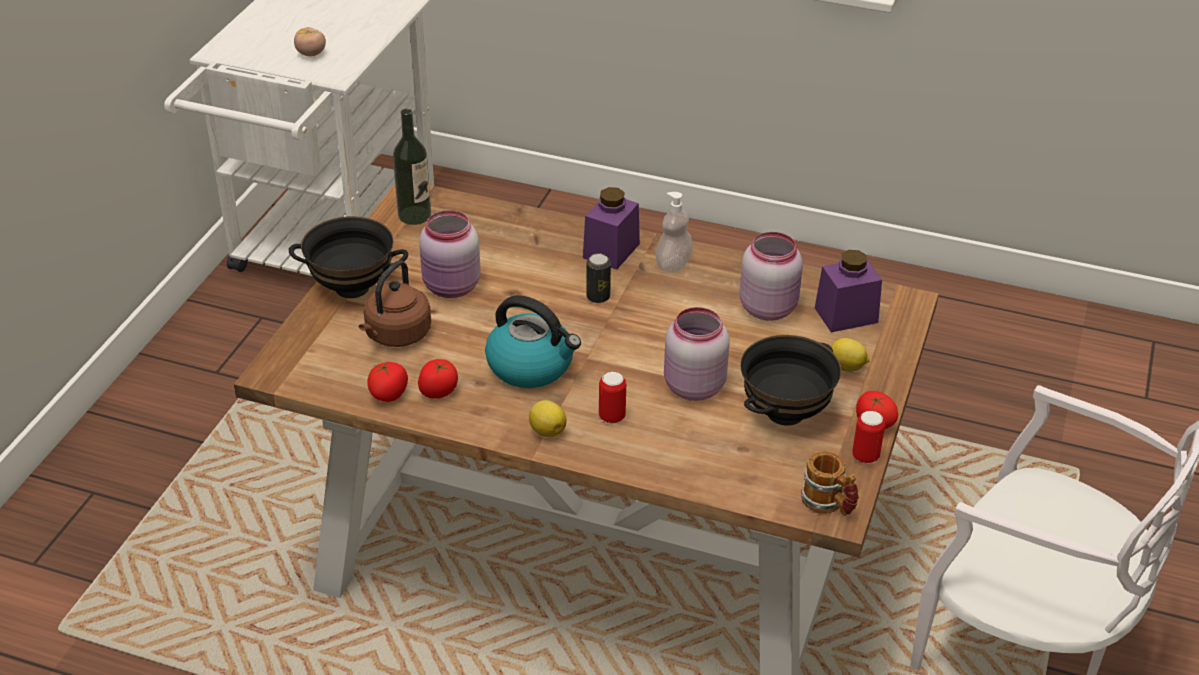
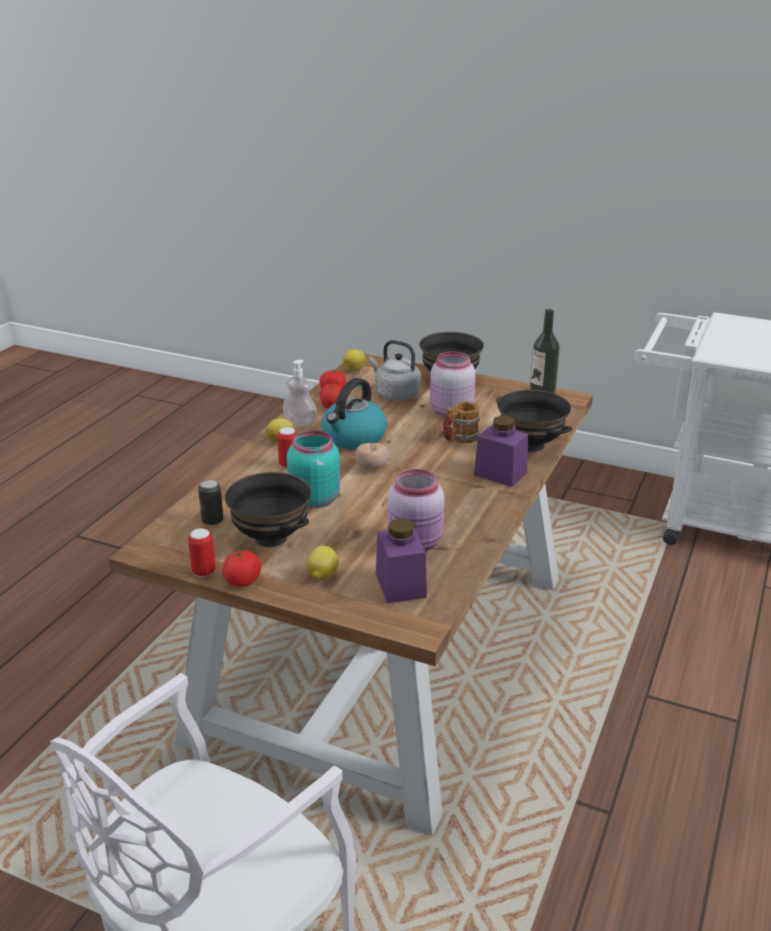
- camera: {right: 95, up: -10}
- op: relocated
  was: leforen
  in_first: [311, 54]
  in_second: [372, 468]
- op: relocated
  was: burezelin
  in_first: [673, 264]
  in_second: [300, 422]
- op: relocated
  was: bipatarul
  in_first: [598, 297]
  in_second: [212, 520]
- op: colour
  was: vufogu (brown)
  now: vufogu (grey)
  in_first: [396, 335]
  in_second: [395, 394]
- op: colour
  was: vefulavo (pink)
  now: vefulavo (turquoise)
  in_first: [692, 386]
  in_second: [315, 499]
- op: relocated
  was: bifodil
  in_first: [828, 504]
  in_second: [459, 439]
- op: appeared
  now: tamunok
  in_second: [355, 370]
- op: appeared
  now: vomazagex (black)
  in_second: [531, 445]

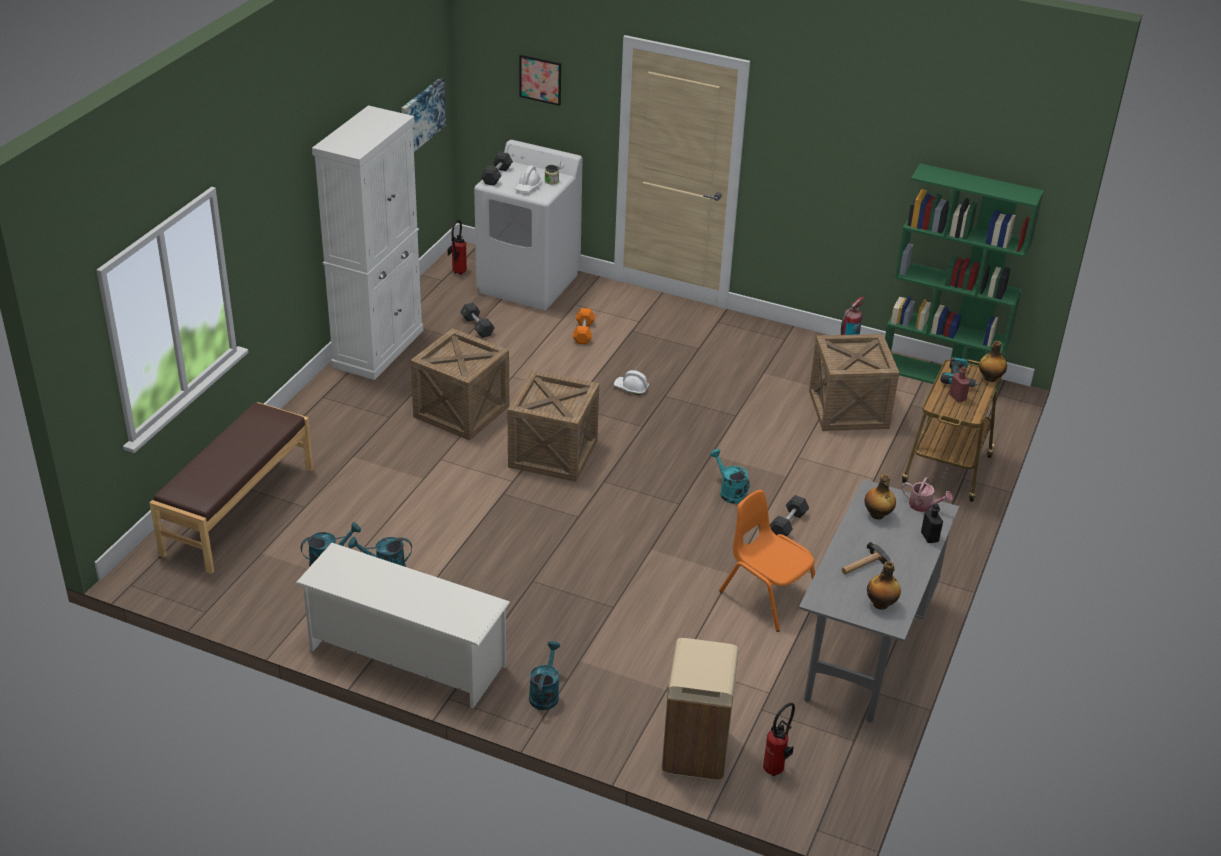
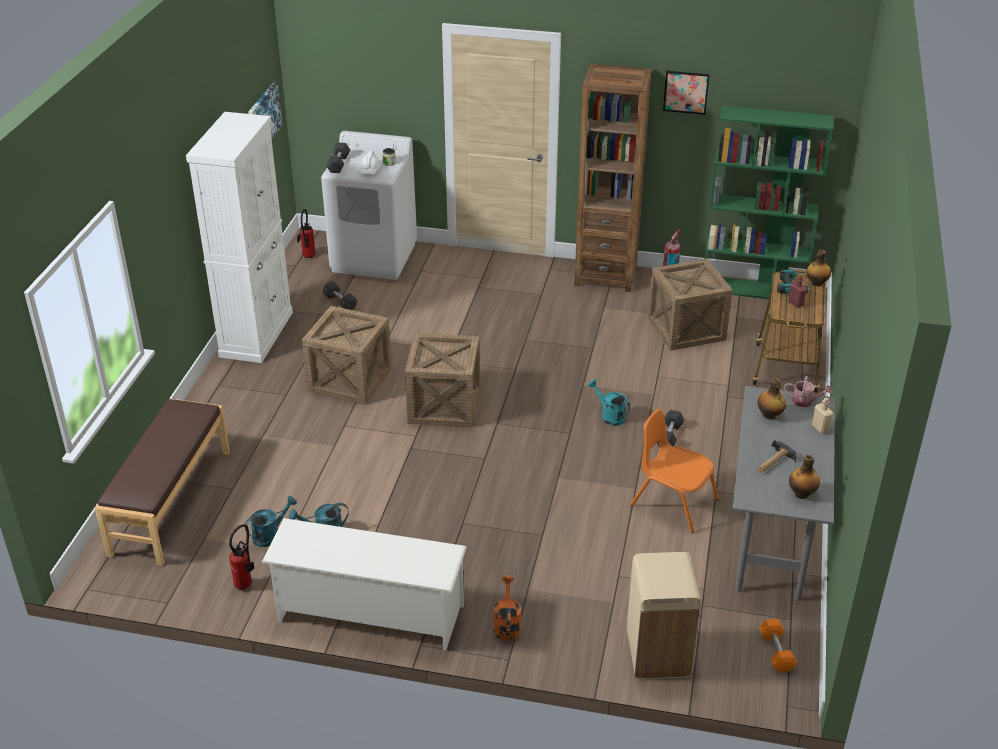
- camera: {right: -10, up: 0}
- op: relocated
  was: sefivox
  in_first: [540, 79]
  in_second: [686, 92]
- op: relocated
  was: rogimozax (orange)
  in_first: [583, 333]
  in_second: [776, 652]
- op: missing
  was: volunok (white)
  in_first: [631, 388]
- op: colour
  was: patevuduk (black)
  now: patevuduk (beige)
  in_first: [929, 537]
  in_second: [820, 428]
- op: colour
  was: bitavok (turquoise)
  now: bitavok (orange)
  in_first: [545, 693]
  in_second: [507, 624]
- op: relocated
  was: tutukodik
  in_first: [776, 769]
  in_second: [246, 584]
- op: appeared
  now: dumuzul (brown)
  in_second: [605, 276]

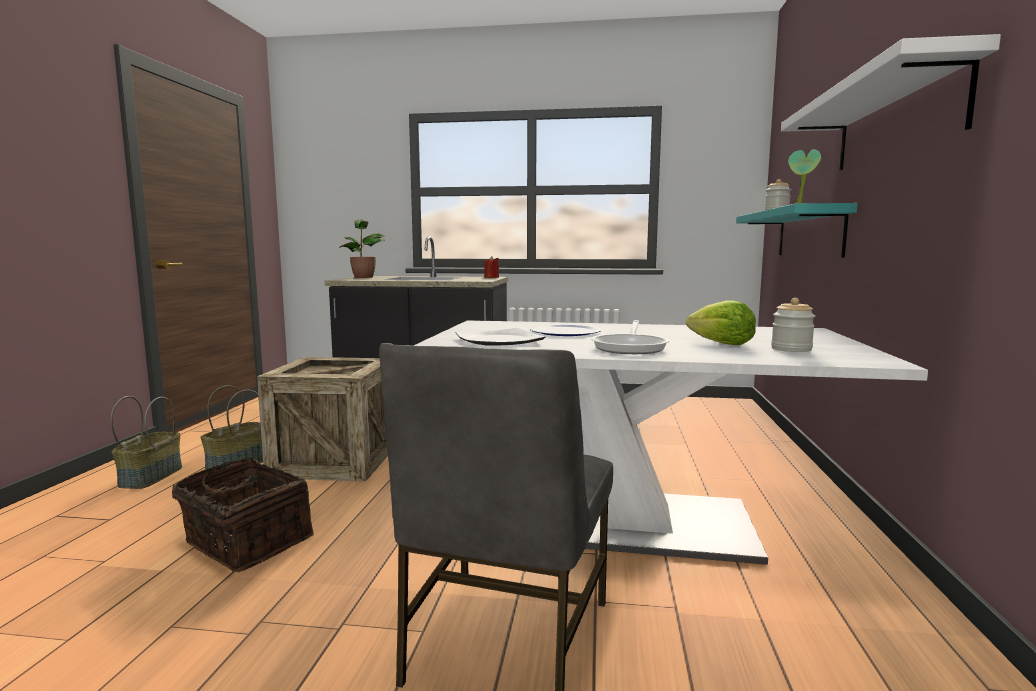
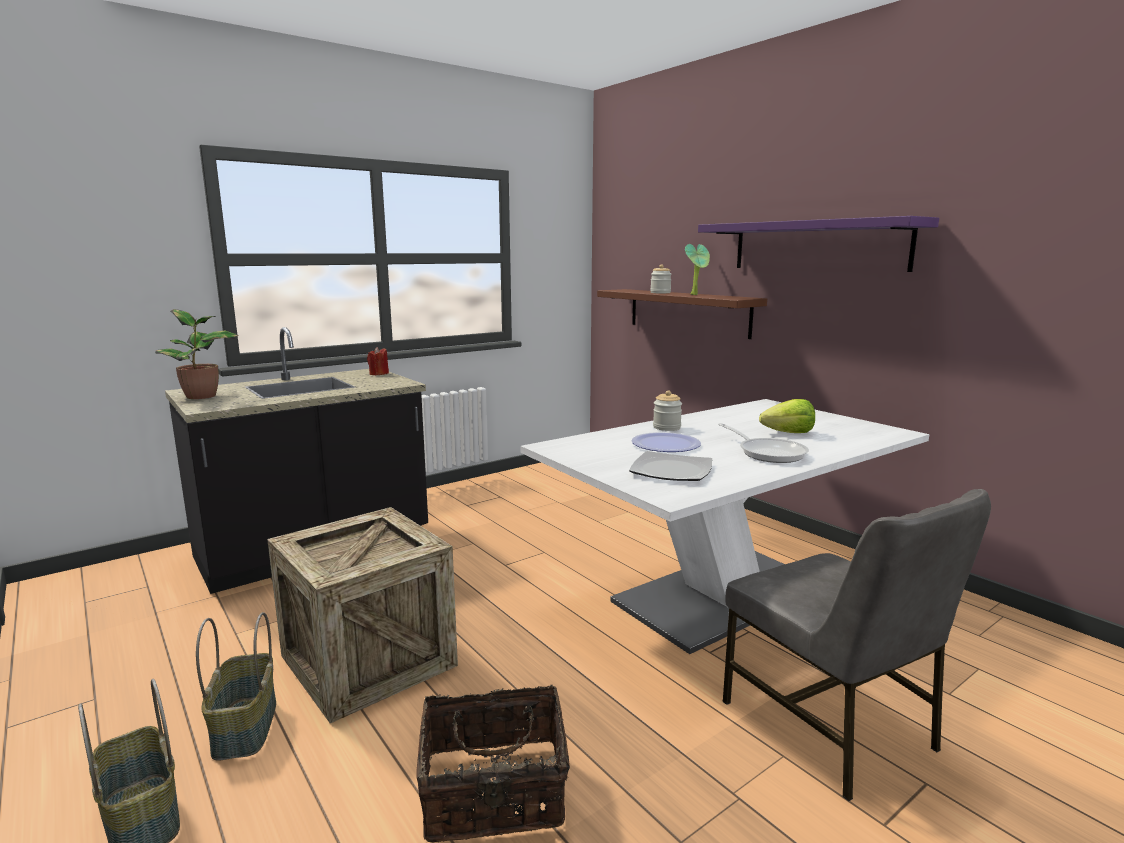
- camera: {right: -45, up: 5}
- op: colour
  was: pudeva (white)
  now: pudeva (purple)
  in_first: [895, 121]
  in_second: [817, 246]
- op: colour
  was: pudeva (turquoise)
  now: pudeva (brown)
  in_first: [809, 233]
  in_second: [687, 312]
- op: relocated
  was: vefulavo
  in_first: [791, 349]
  in_second: [666, 427]

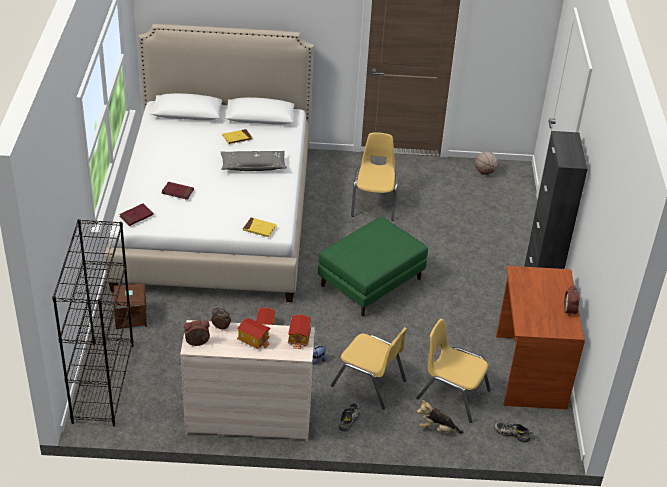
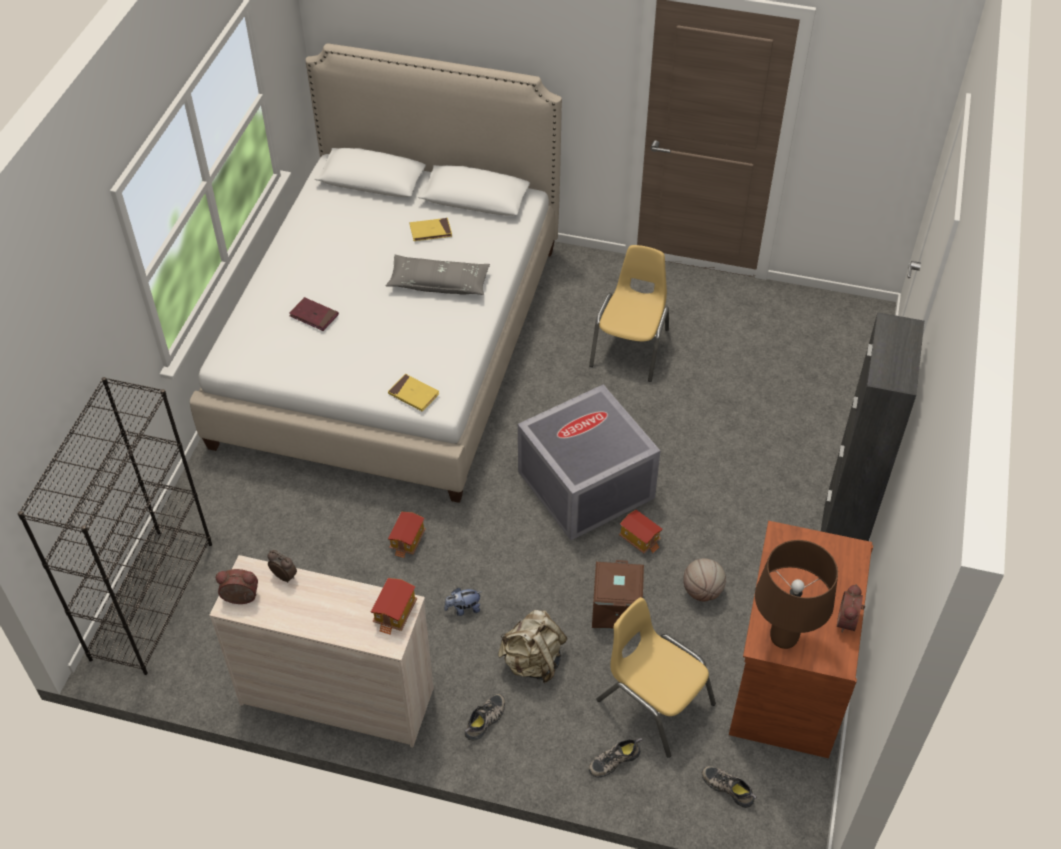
- camera: {right: 15, up: 10}
- op: relocated
  was: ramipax
  in_first: [484, 172]
  in_second: [702, 591]
- op: missing
  was: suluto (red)
  in_first: [136, 216]
- op: exchanged
  was: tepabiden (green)
  now: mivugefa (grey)
  in_first: [370, 283]
  in_second: [585, 486]
- op: relocated
  was: mivugefa (brown)
  in_first: [130, 317]
  in_second: [615, 609]
- op: relocated
  was: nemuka
  in_first: [254, 340]
  in_second: [640, 538]
- op: exchanged
  was: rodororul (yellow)
  now: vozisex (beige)
  in_first: [369, 383]
  in_second: [533, 661]
- op: exchanged
  was: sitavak
  now: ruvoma
  in_first: [437, 429]
  in_second: [614, 759]
- op: appeared
  now: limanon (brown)
  in_second: [783, 639]

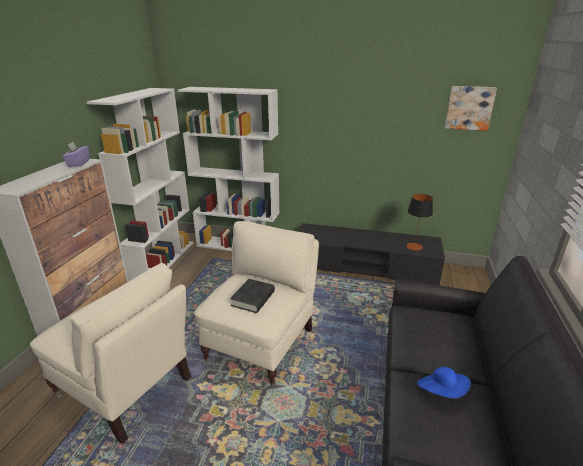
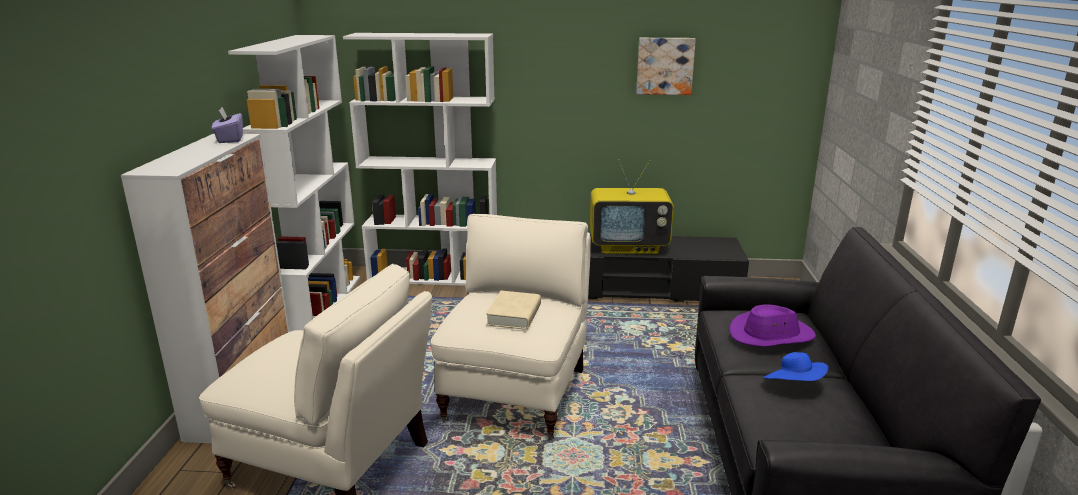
- camera: {right: -10, up: -5}
- op: relocated
  was: sefivox
  in_first: [469, 108]
  in_second: [665, 66]
- op: missing
  was: limanon
  in_first: [414, 246]
- op: colour
  was: suluto (black)
  now: suluto (beige)
  in_first: [253, 299]
  in_second: [514, 315]
- op: appeared
  now: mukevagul
  in_second: [629, 247]
- op: appeared
  now: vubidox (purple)
  in_second: [771, 335]

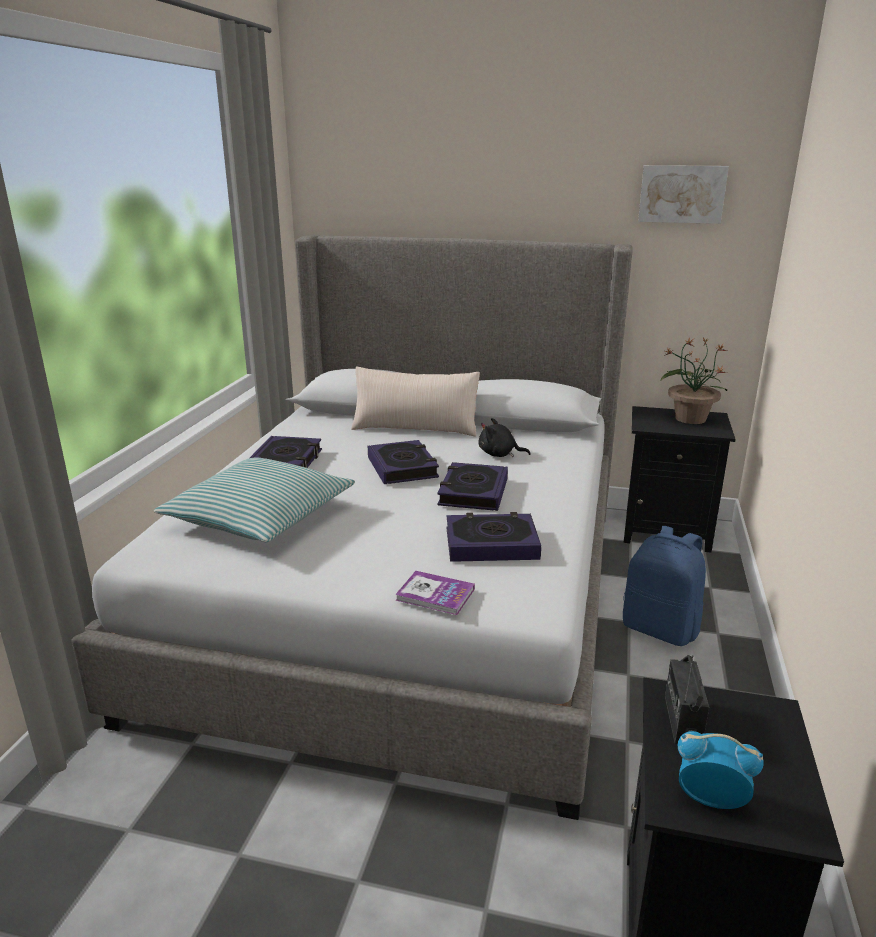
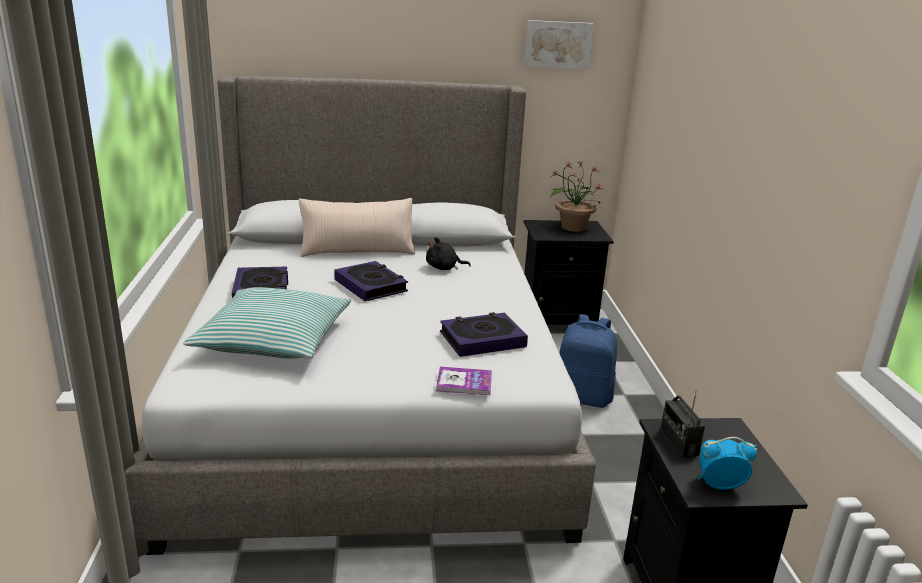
- camera: {right: -20, up: 0}
- op: missing
  was: suluto
  in_first: [473, 492]

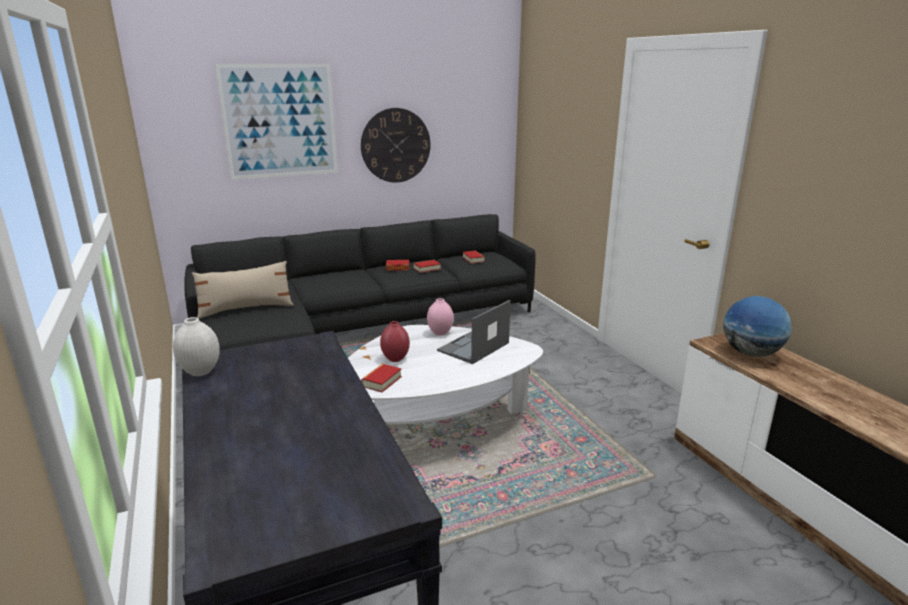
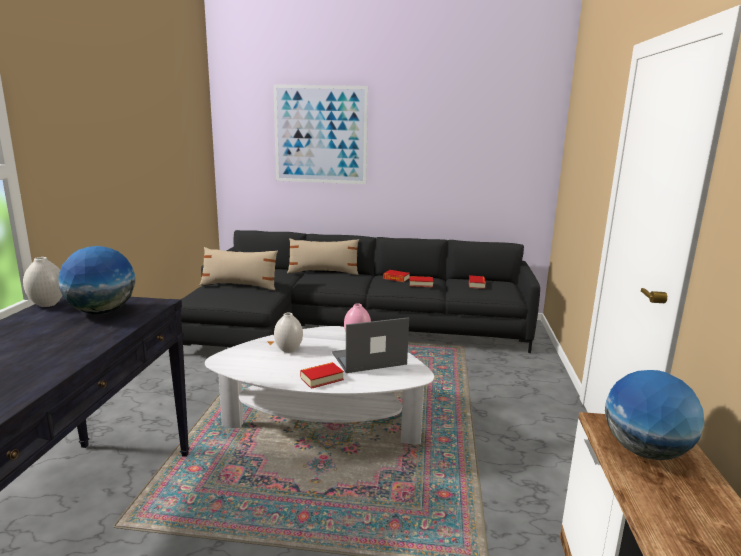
- camera: {right: 30, up: -5}
- op: missing
  was: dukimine
  in_first: [396, 145]
- op: colour
  was: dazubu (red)
  now: dazubu (white)
  in_first: [395, 359]
  in_second: [288, 350]
- op: relocated
  was: suluto
  in_first: [381, 381]
  in_second: [321, 379]
- op: appeared
  now: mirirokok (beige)
  in_second: [323, 272]
- op: appeared
  now: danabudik
  in_second: [102, 312]

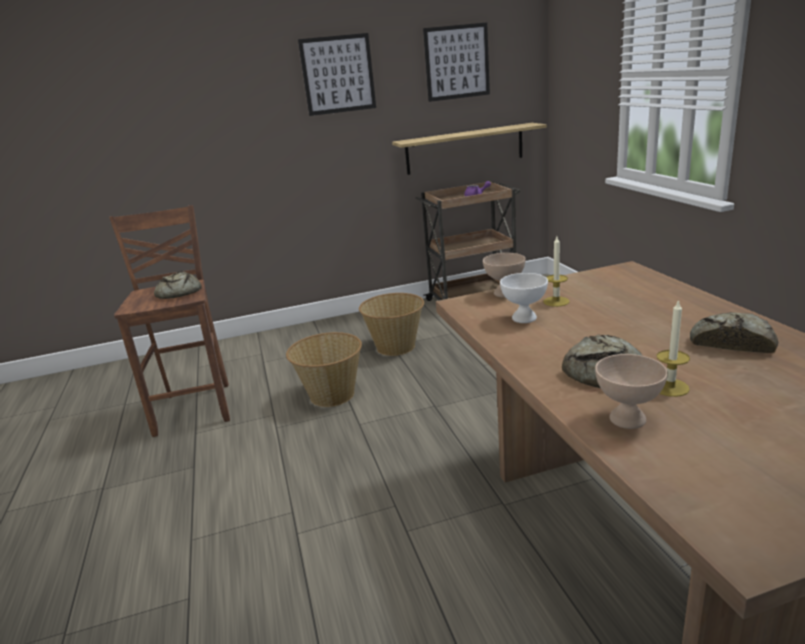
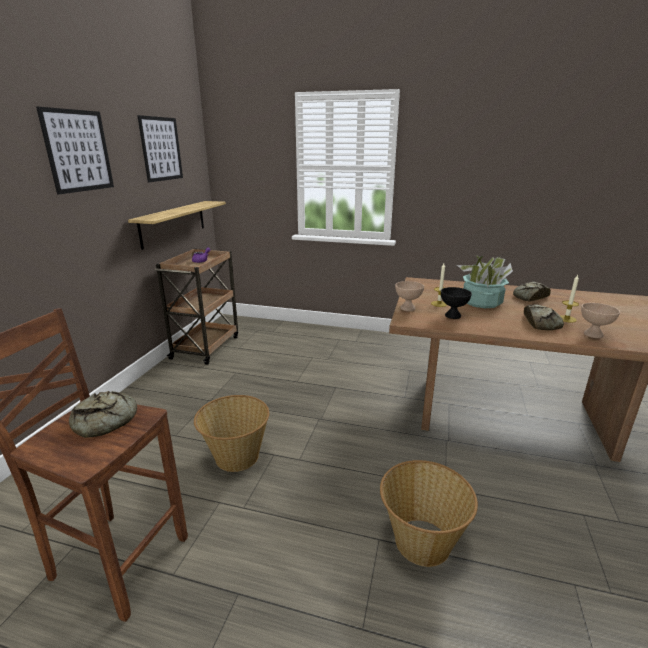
- camera: {right: -60, up: 0}
- op: colour
  was: vomazagex (white)
  now: vomazagex (black)
  in_first: [523, 318]
  in_second: [453, 316]
- op: relocated
  was: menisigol
  in_first: [396, 346]
  in_second: [421, 541]
- op: appeared
  now: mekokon
  in_second: [481, 302]

